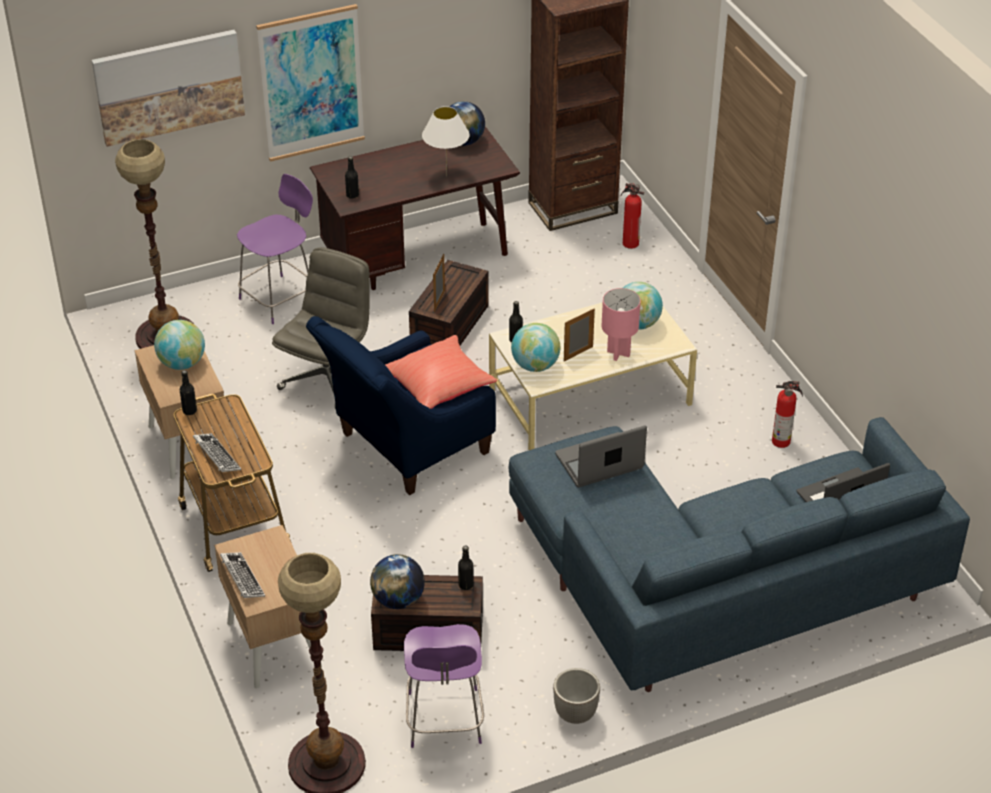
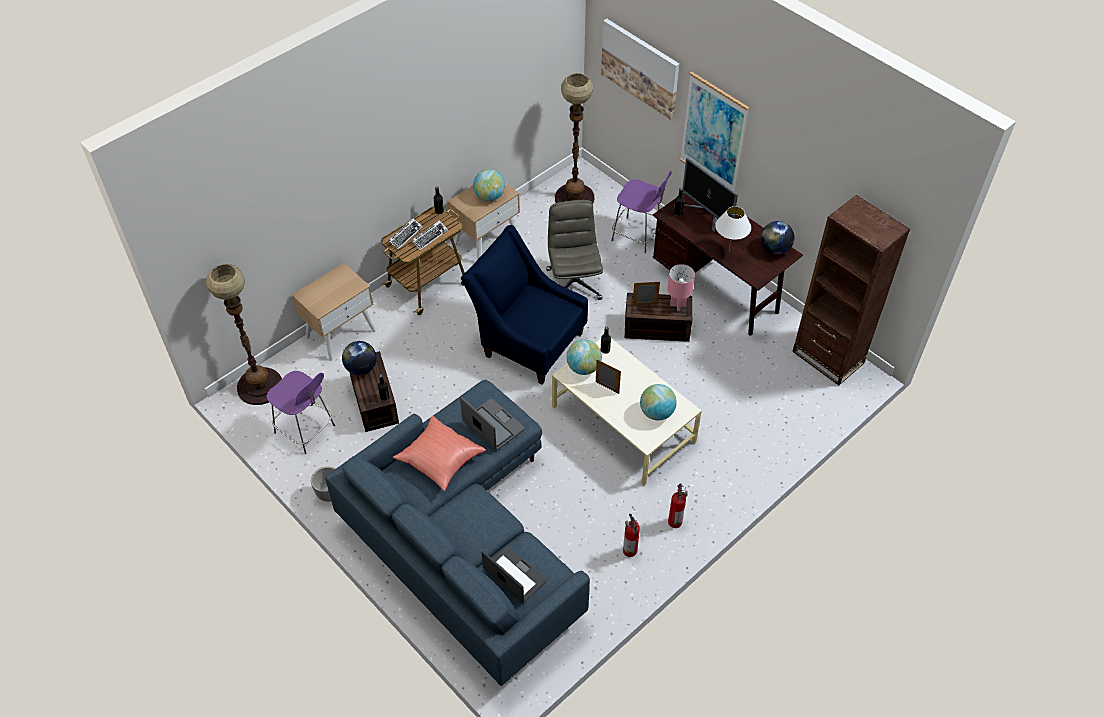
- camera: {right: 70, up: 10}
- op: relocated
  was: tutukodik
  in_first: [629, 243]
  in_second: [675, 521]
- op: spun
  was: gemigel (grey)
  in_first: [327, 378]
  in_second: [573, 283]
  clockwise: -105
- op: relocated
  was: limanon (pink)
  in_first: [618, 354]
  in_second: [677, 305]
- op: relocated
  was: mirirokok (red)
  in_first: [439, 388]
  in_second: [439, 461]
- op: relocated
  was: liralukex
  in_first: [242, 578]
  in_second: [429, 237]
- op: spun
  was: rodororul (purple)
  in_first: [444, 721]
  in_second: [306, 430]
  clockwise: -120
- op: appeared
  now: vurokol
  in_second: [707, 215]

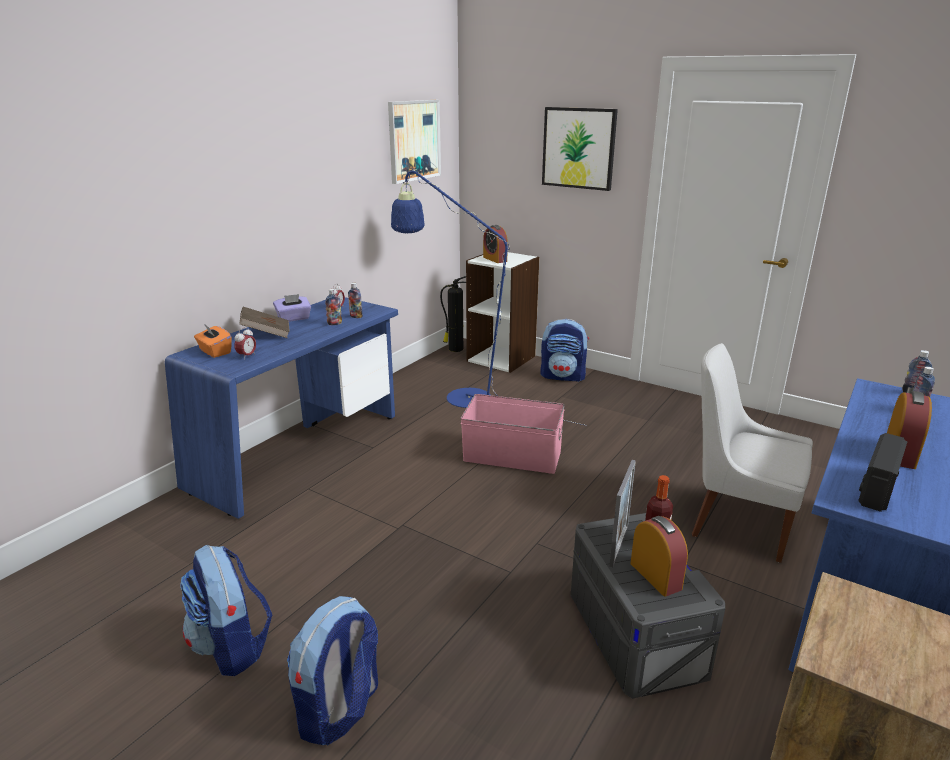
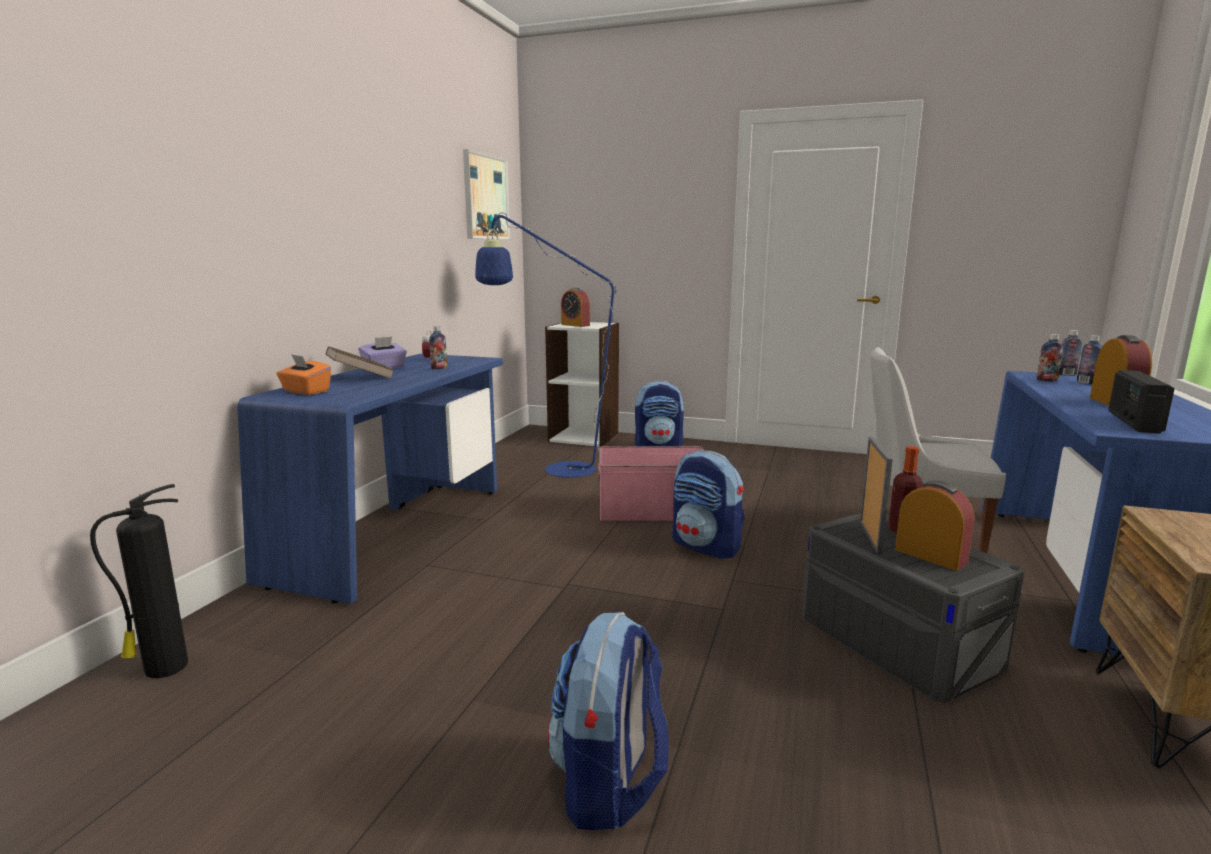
- camera: {right: -15, up: -10}
- op: missing
  was: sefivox
  in_first: [578, 148]
- op: relocated
  was: tutukodik
  in_first: [455, 349]
  in_second: [163, 668]
- op: relocated
  was: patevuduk
  in_first: [356, 316]
  in_second: [1046, 380]
- op: missing
  was: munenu
  in_first: [247, 356]
- op: relocated
  was: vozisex
  in_first: [232, 646]
  in_second: [706, 546]

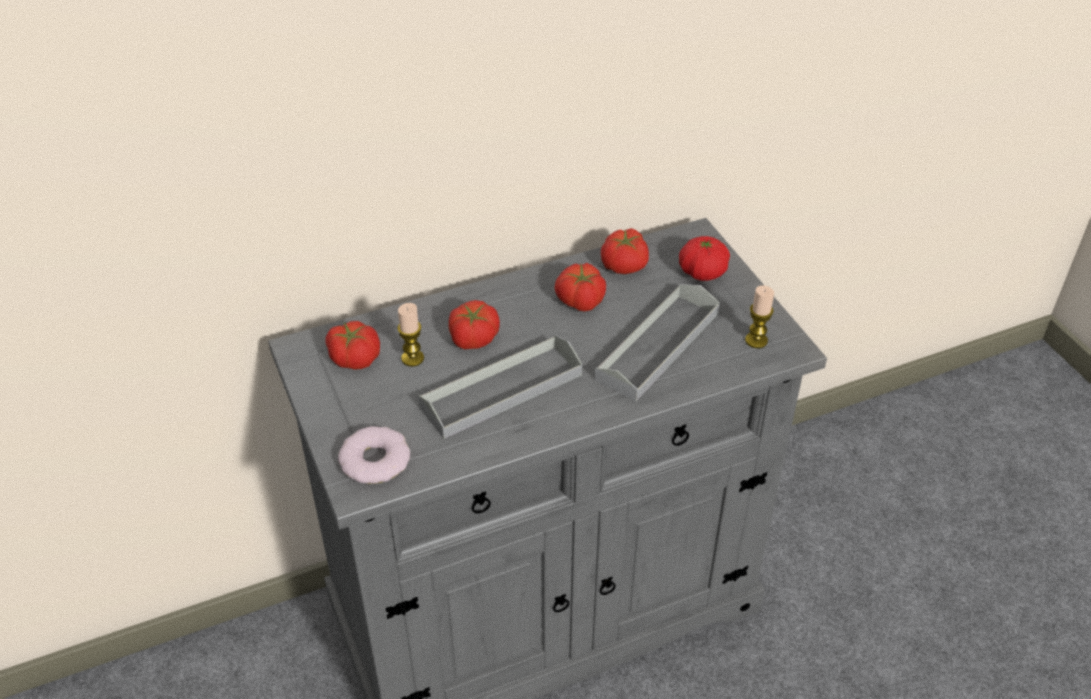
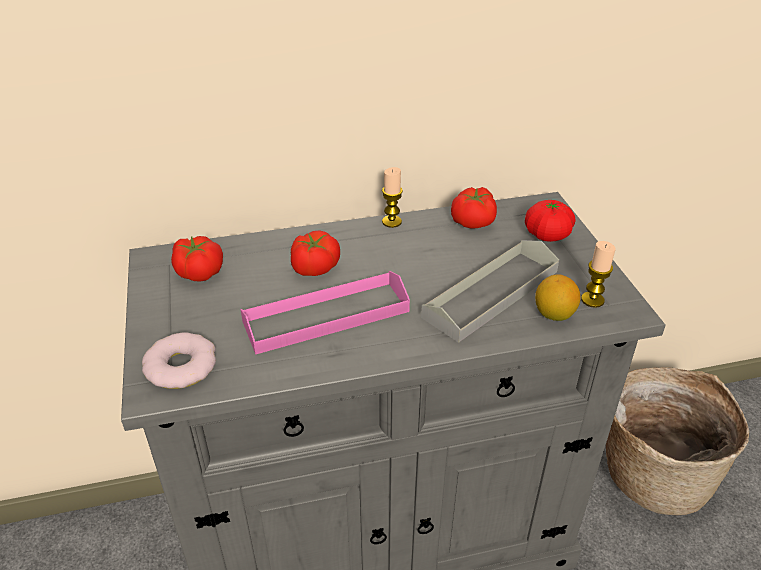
- camera: {right: 10, up: -5}
- op: missing
  was: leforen
  in_first: [580, 300]
- op: relocated
  was: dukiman
  in_first: [412, 358]
  in_second: [391, 222]
- op: colour
  was: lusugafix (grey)
  now: lusugafix (pink)
  in_first: [501, 391]
  in_second: [326, 316]
- op: appeared
  now: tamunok
  in_second: [554, 314]
- op: appeared
  now: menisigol
  in_second: [654, 472]

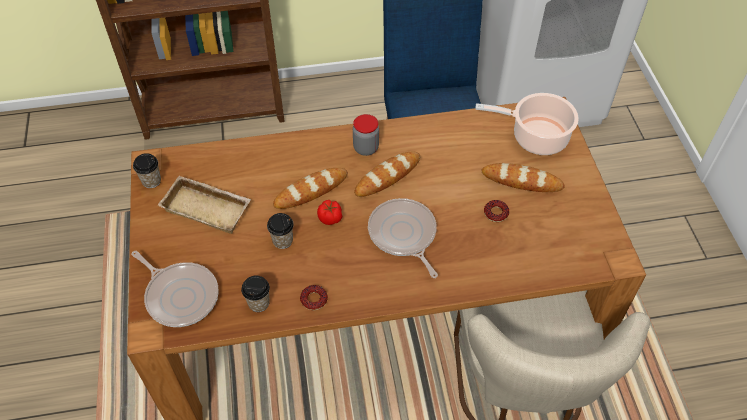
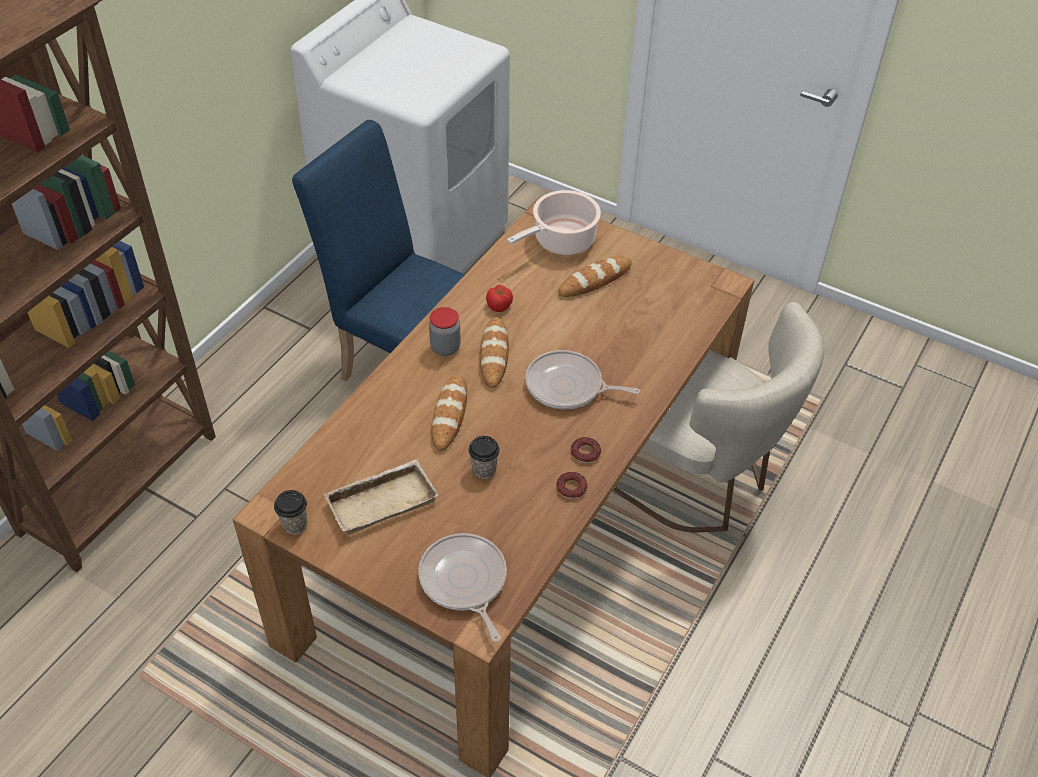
- camera: {right: -50, up: -5}
- op: relocated
  was: leforen
  in_first: [330, 218]
  in_second: [499, 306]
- op: relocated
  was: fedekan
  in_first: [496, 213]
  in_second: [585, 453]
- op: spun
  was: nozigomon
  in_first: [180, 295]
  in_second: [464, 582]
  clockwise: -105
- op: missing
  was: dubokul
  in_first: [259, 303]

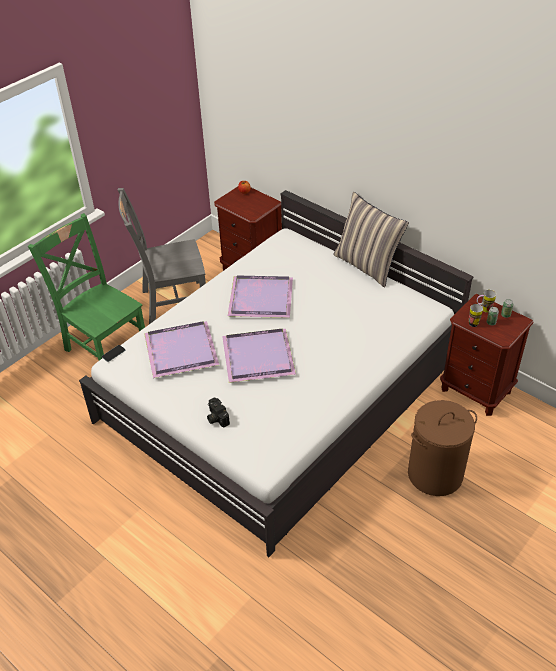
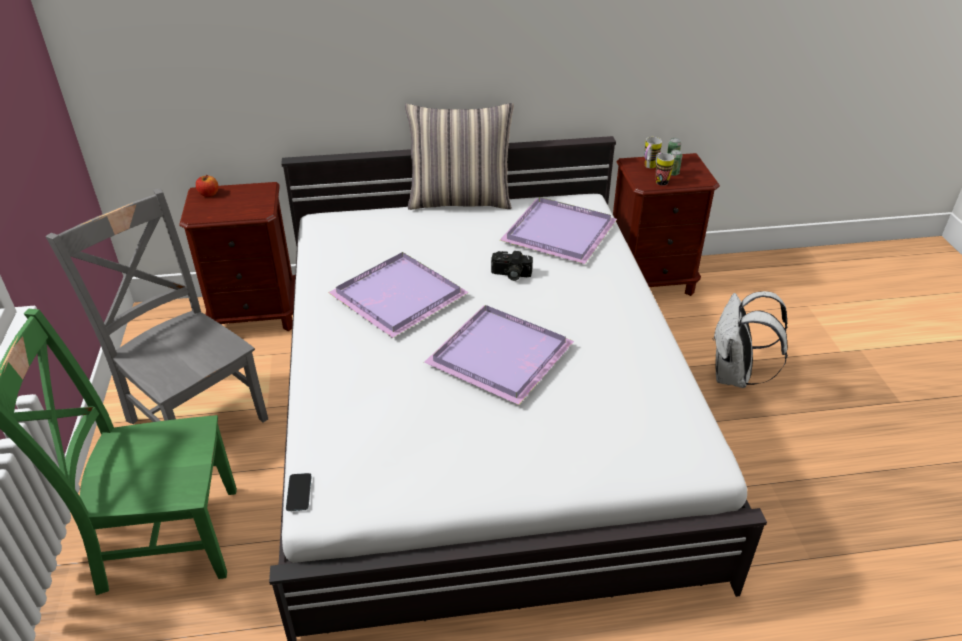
- camera: {right: -50, up: -5}
- op: spun
  was: rodororul (grey)
  in_first: [171, 303]
  in_second: [195, 416]
  clockwise: 105
- op: relocated
  was: lusugafix (purple)
  in_first: [179, 350]
  in_second: [556, 233]
- op: relocated
  was: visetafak
  in_first: [216, 418]
  in_second: [510, 274]
- op: exchanged
  was: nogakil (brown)
  now: vozisex (white)
  in_first: [434, 474]
  in_second: [734, 376]

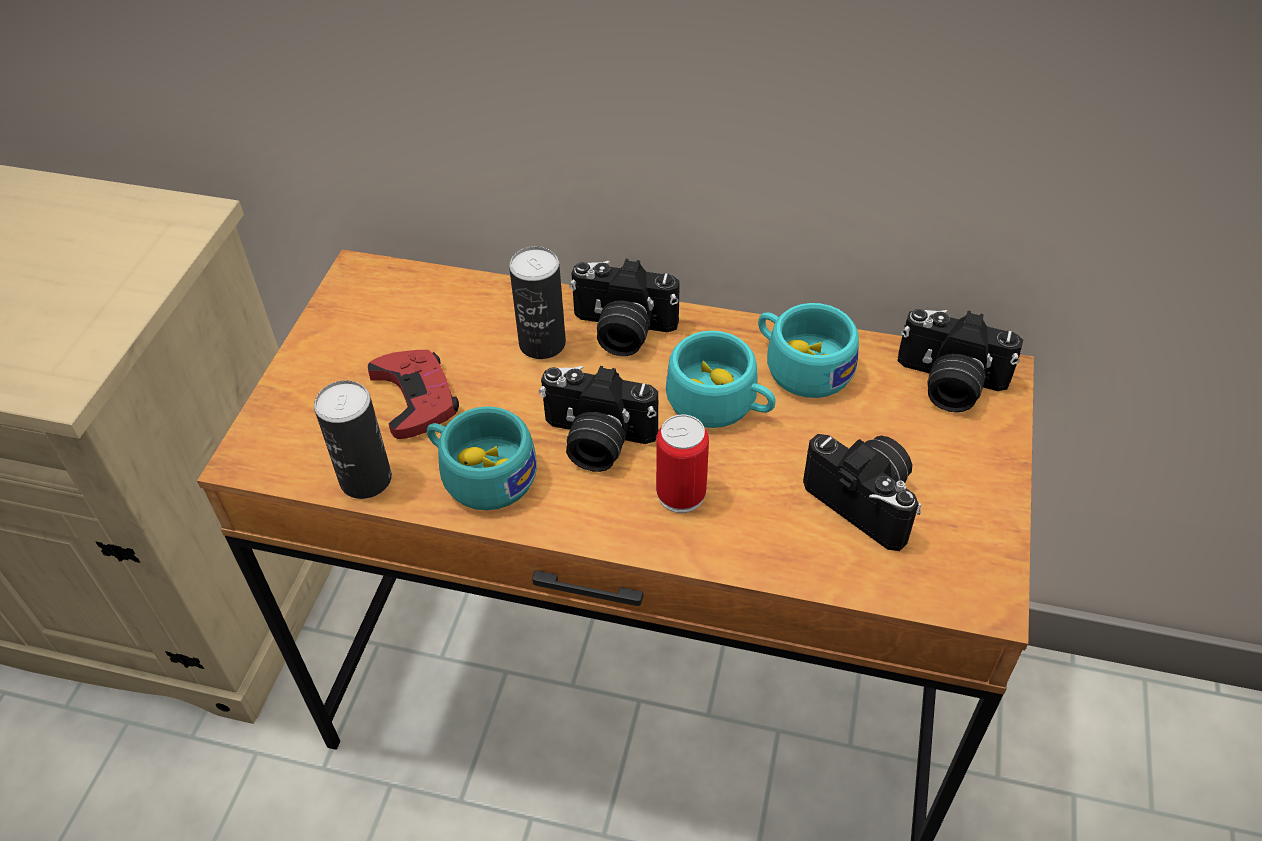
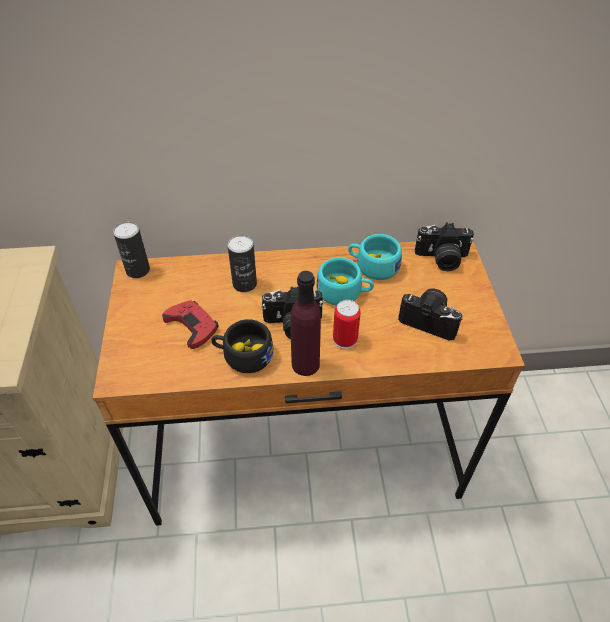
- camera: {right: -20, up: 0}
- op: missing
  was: visetafak
  in_first: [622, 331]
- op: relocated
  was: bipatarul
  in_first: [366, 479]
  in_second: [138, 270]
- op: colour
  was: dubokul (turquoise)
  now: dubokul (black)
  in_first: [480, 473]
  in_second: [243, 355]
- op: appeared
  now: patevuduk (purple)
  in_second: [305, 364]

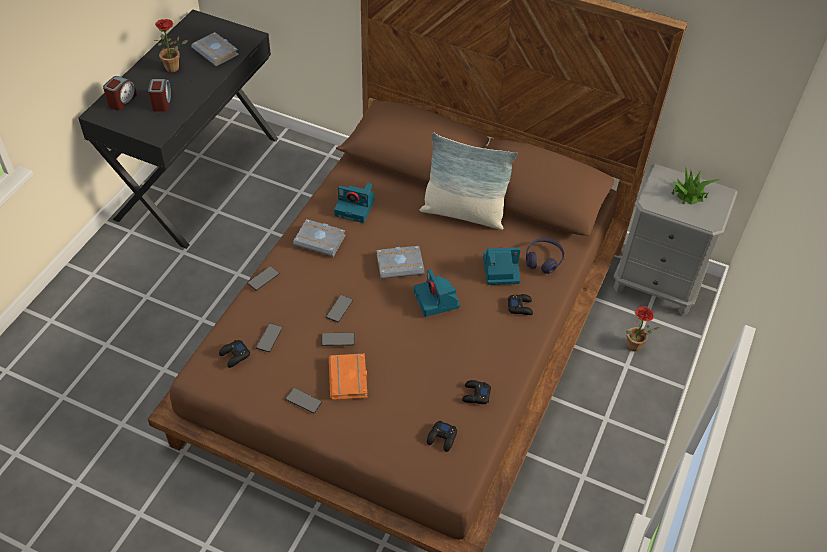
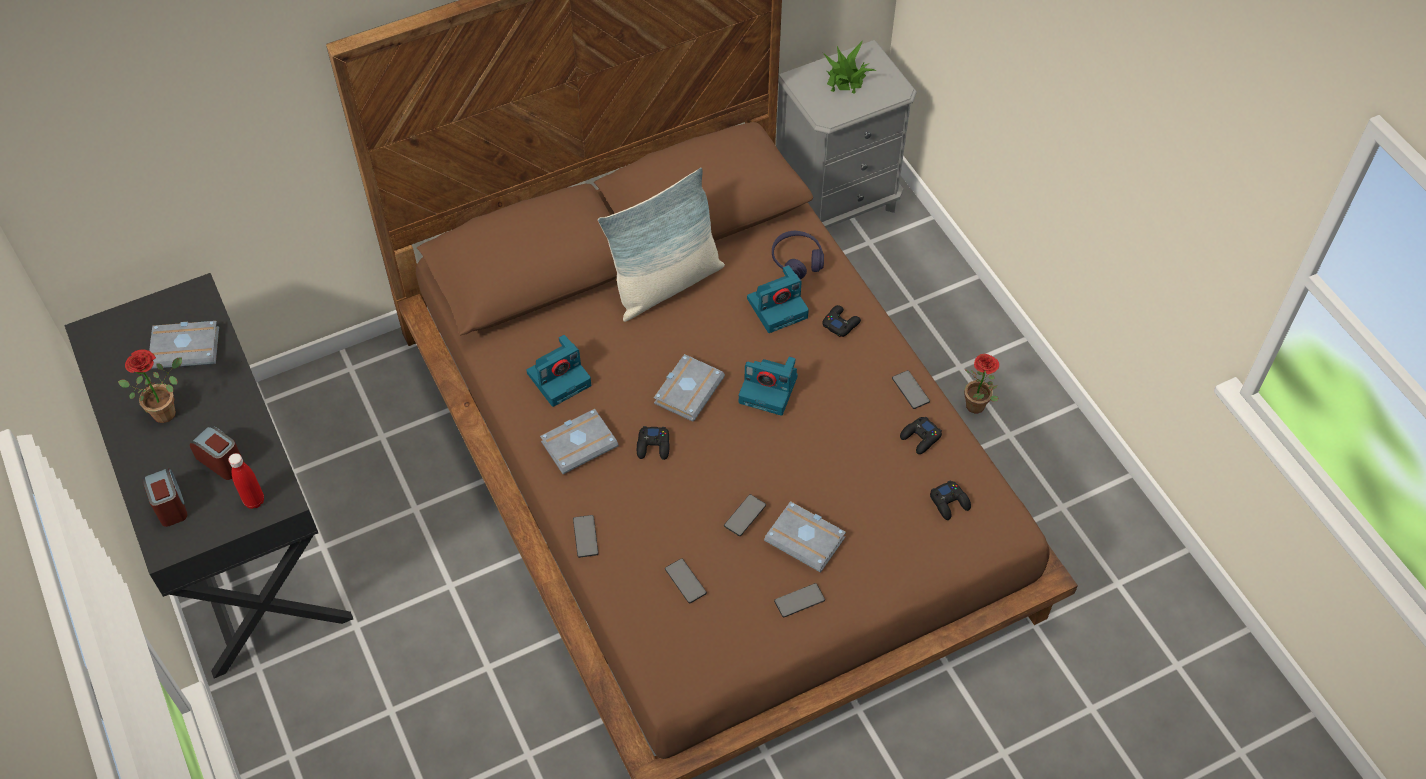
- camera: {right: -50, up: 5}
- op: spun
  was: visetafak
  in_first: [500, 270]
  in_second: [778, 307]
  clockwise: -150
- op: relocated
  was: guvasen
  in_first: [339, 309]
  in_second: [910, 390]
- op: relocated
  was: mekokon
  in_first: [633, 348]
  in_second: [978, 408]
- op: relocated
  was: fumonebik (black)
  in_first: [234, 356]
  in_second: [653, 446]
- op: colour
  was: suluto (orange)
  now: suluto (grey)
  in_first: [350, 380]
  in_second: [807, 539]
- op: appeared
  now: patevuduk (red)
  in_second: [254, 501]

